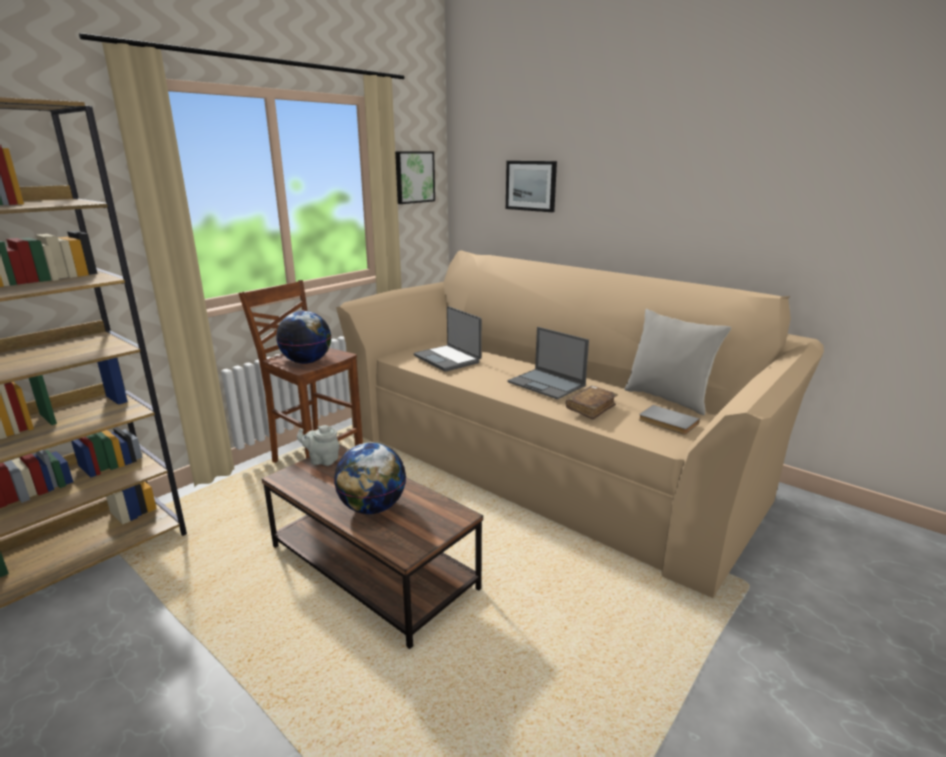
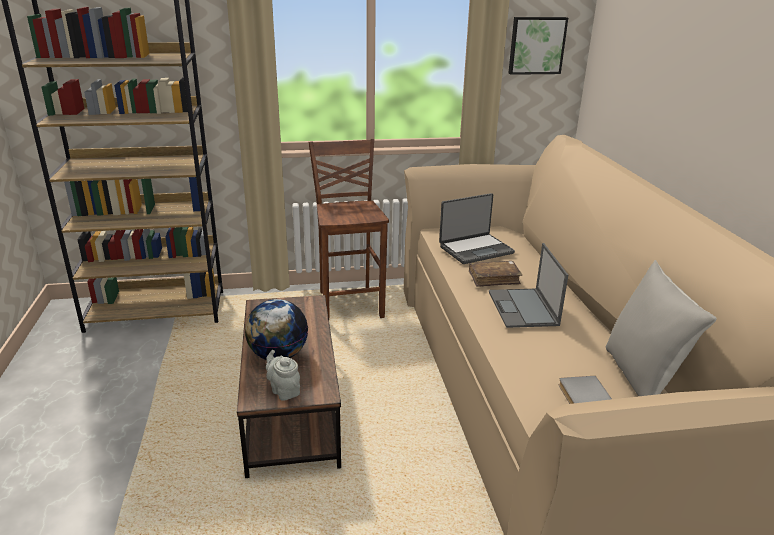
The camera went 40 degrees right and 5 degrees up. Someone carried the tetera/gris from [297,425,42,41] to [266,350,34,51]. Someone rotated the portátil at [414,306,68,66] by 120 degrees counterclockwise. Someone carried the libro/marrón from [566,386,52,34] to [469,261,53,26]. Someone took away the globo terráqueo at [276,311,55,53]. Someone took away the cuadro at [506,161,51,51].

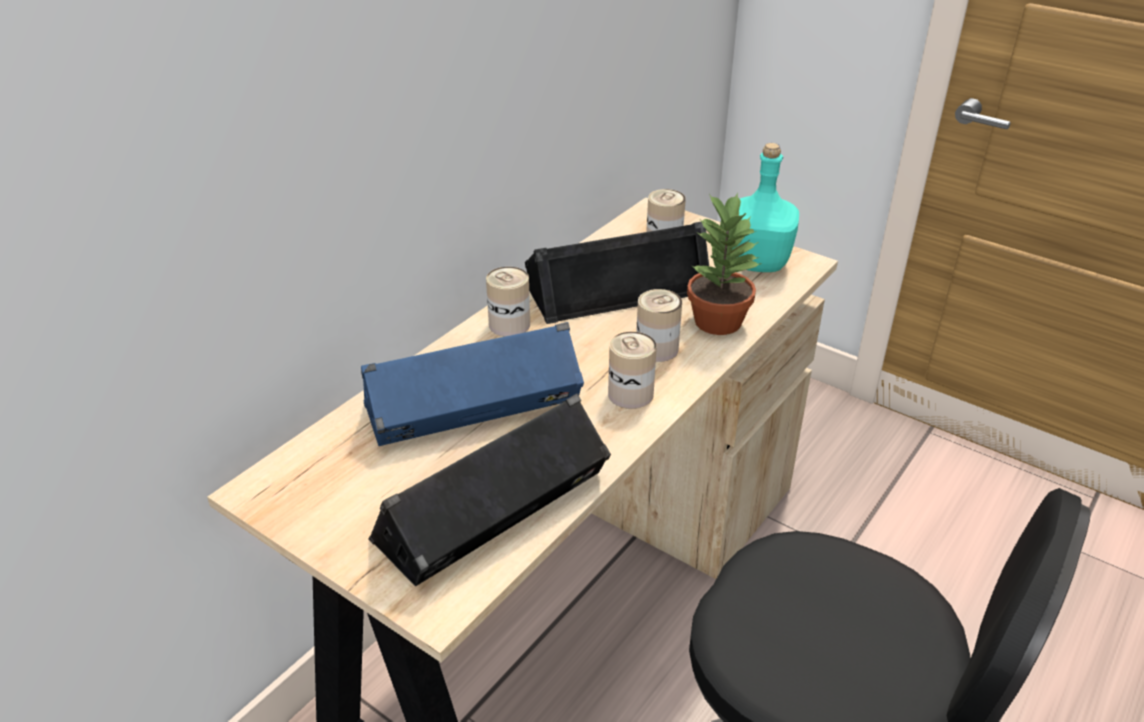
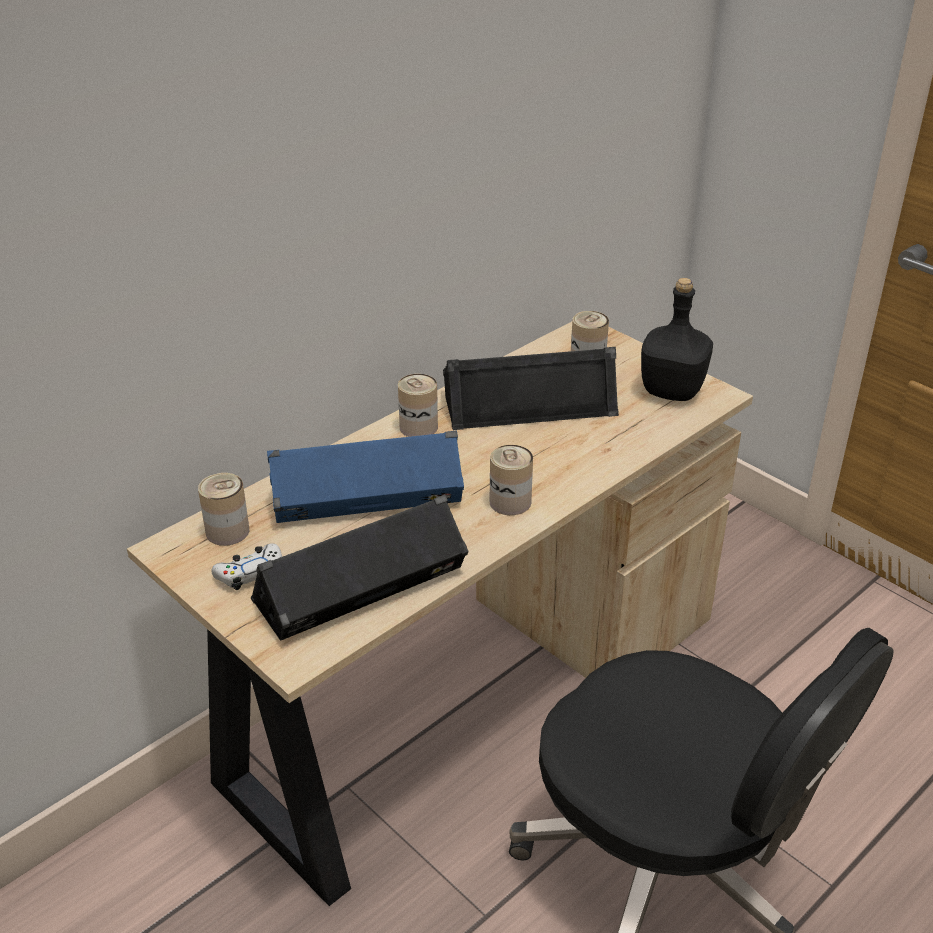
The camera went 10 degrees right and 0 degrees up. Someone carried the lata from [636,289,46,73] to [198,473,51,73]. Someone put down the mando de consola/blanco at [211,544,71,46]. Someone repainted the botella/turquesa at [732,143,67,129], which became the botella/negro at [641,278,72,123]. Someone took away the planta en maceta at [687,193,75,142].

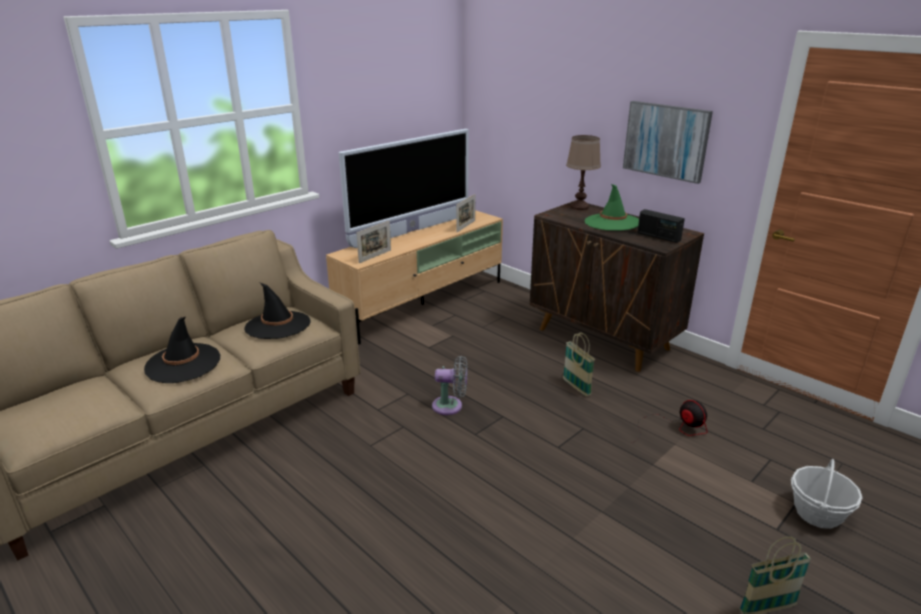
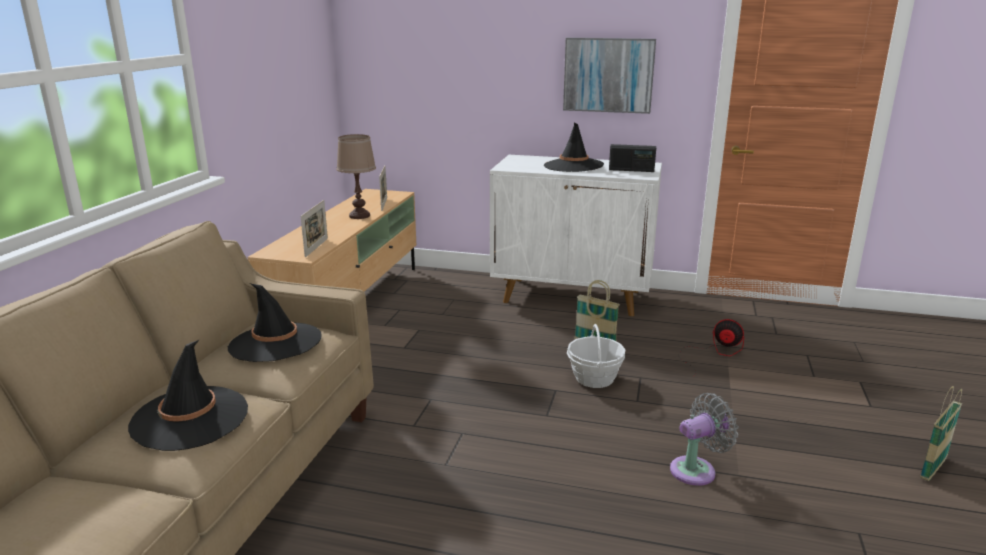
The camera went 30 degrees left and 5 degrees down. Someone carried the lámpara de mesa/marrón from [566,135,35,75] to [337,134,39,85]. Someone repainted the armario/marrón at [530,200,174,172], which became the armario/blanco at [490,155,172,161]. Someone repainted the sombrero/verde at [585,184,54,47], which became the sombrero/negro at [544,123,60,49]. Someone carried the cesta from [791,459,72,70] to [567,324,58,64]. Someone carried the ventilador/gris from [432,356,36,59] to [670,393,68,93]. Someone took away the televisor at [339,129,130,119].

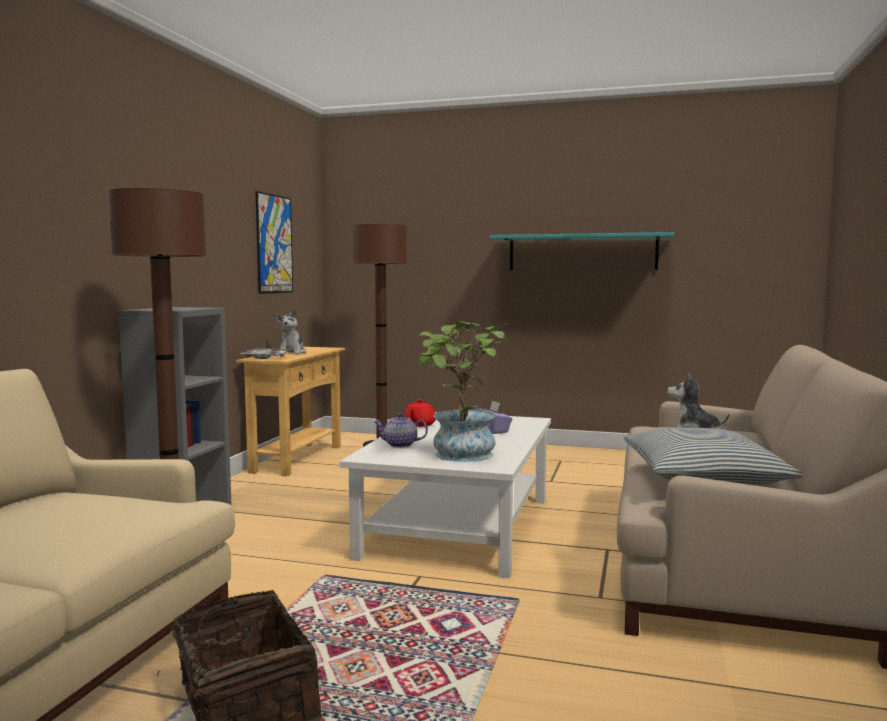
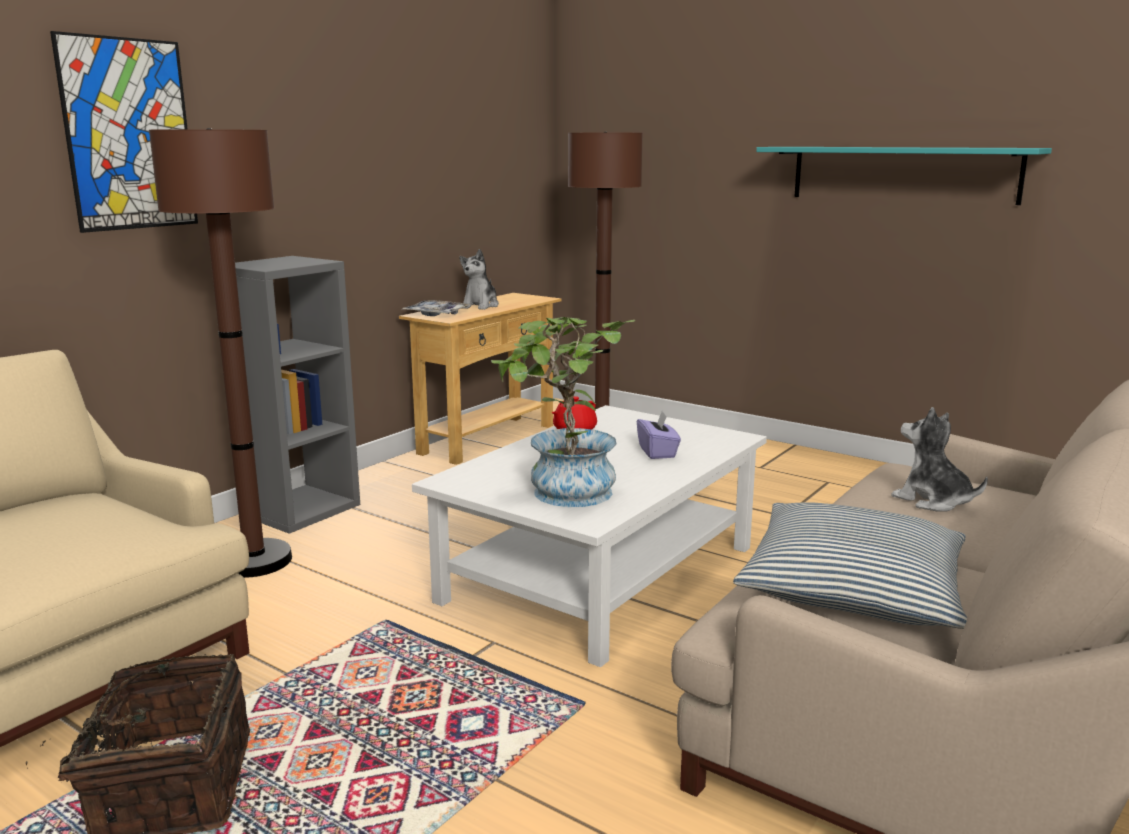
The camera went 20 degrees right and 10 degrees up. Someone carried the cuadro from [255,191,38,103] to [50,31,148,202]. Someone took away the tetera at [374,413,54,35].

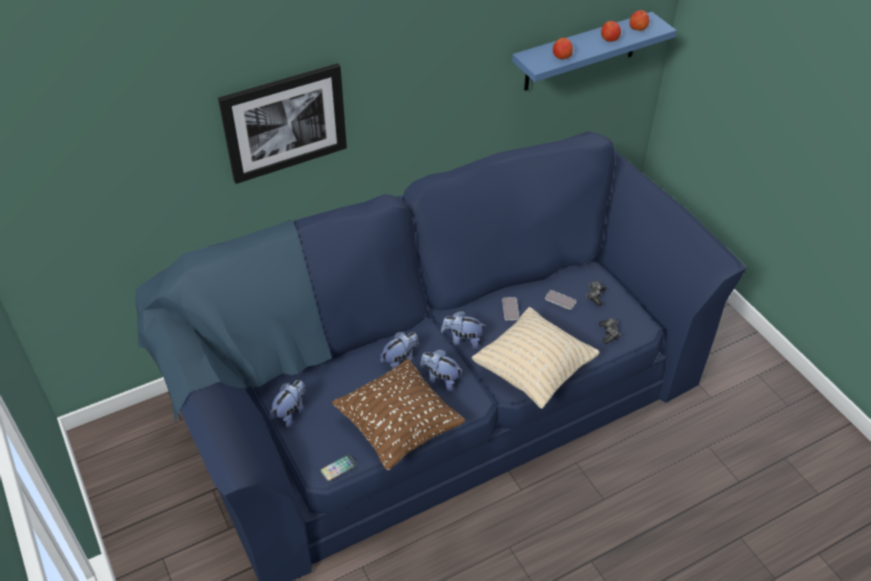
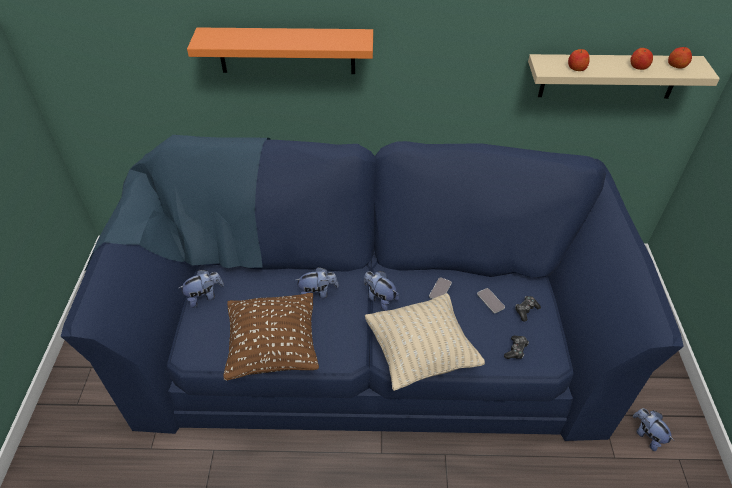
The camera went 30 degrees right and 0 degrees up. Someone swapped the cuadro at [218,63,129,121] for the estante/naranja at [187,27,186,47]. Someone repainted the estante/azul at [512,12,165,79], which became the estante/beis at [528,54,192,45]. Someone carried the peluche from [420,349,42,43] to [633,408,41,43]. Someone took away the móvil at [320,454,37,28].

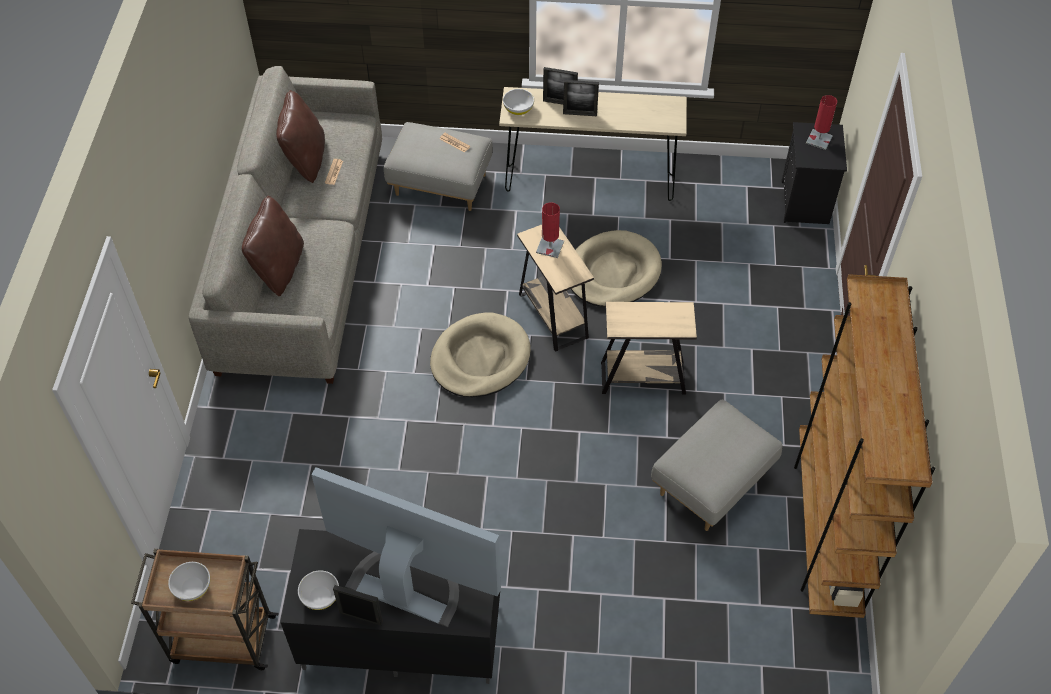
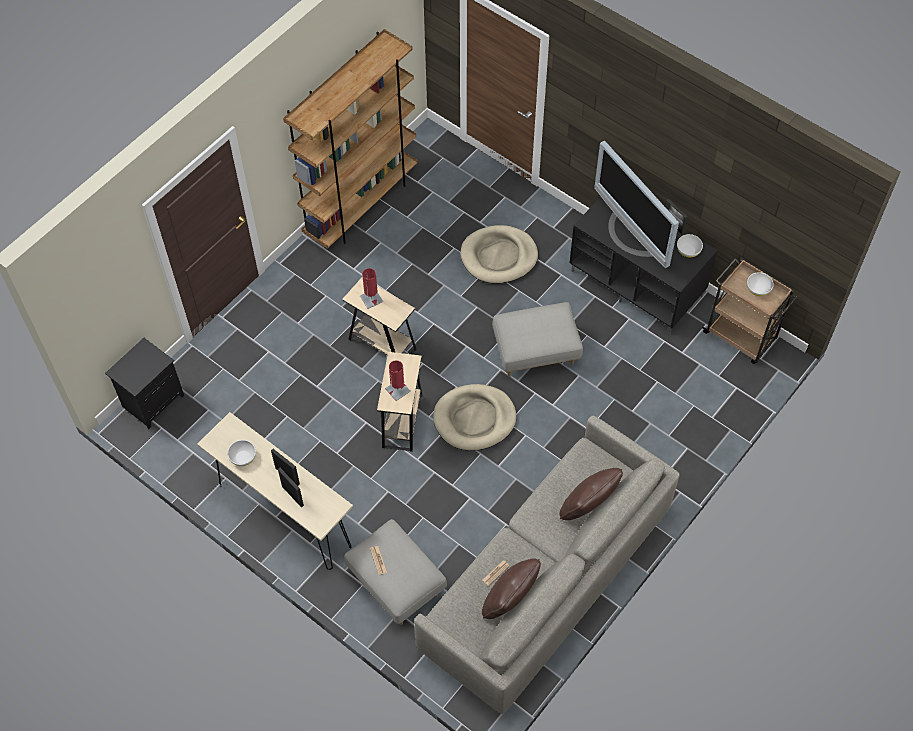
The camera went 145 degrees left and 5 degrees up. Someone carried the cuenco/blanco from [503,89,31,26] to [227,440,29,26]. Someone carried the lámpara de mesa/rojo from [806,95,31,55] to [360,268,23,41]. Someone carried the cama para perro/beis from [571,230,91,77] to [460,225,78,59]. Someone carried the puf/gris from [651,400,132,131] to [492,302,91,75].

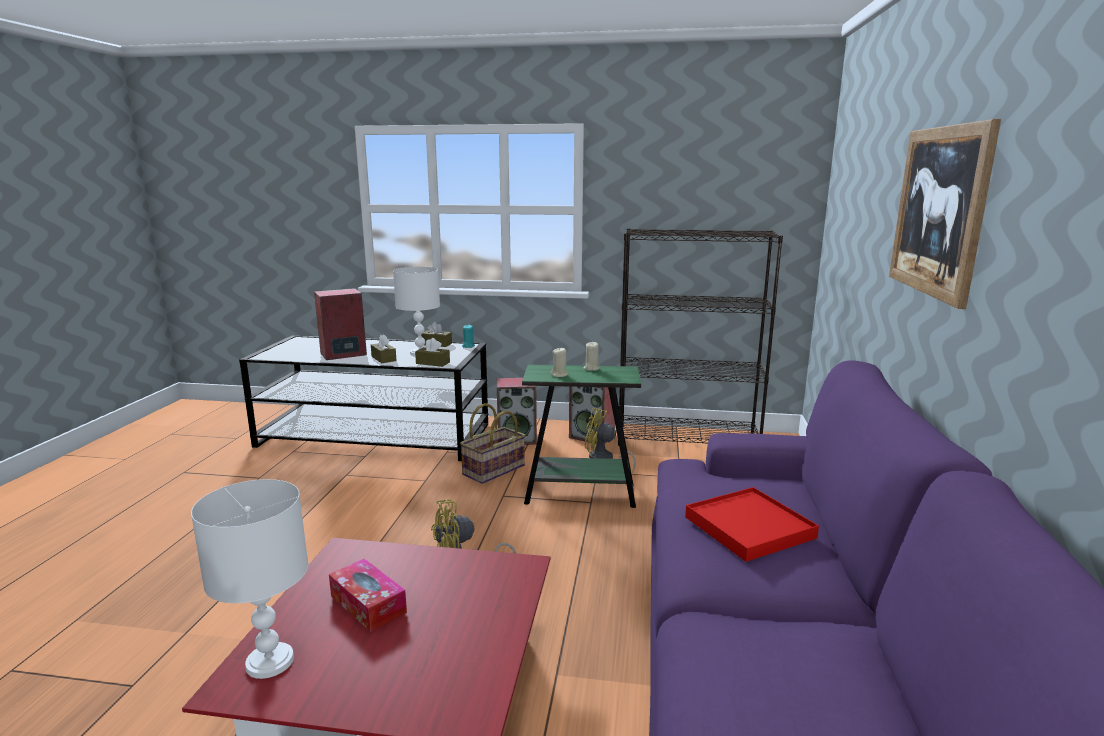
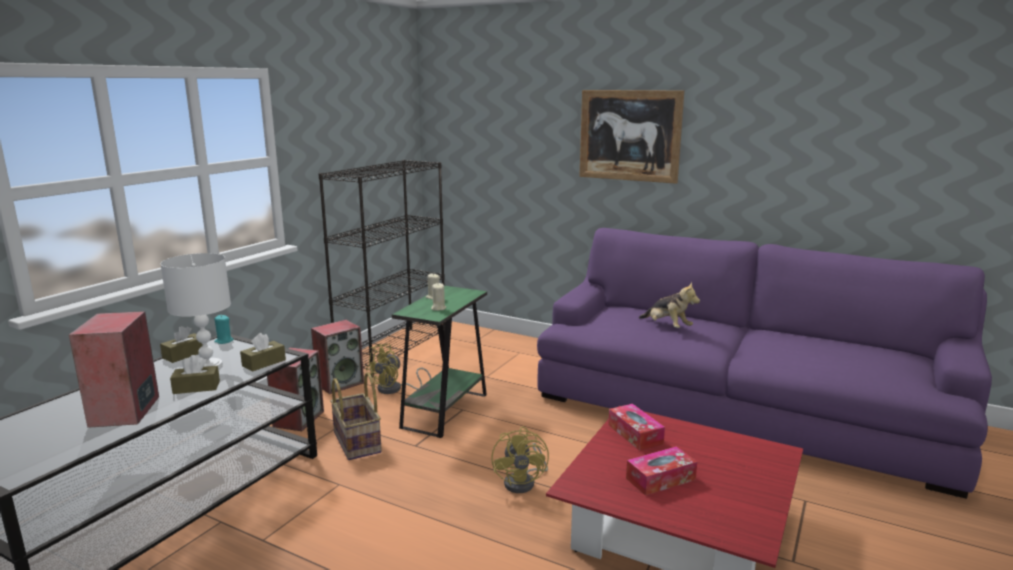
The camera went 70 degrees left and 0 degrees up. Someone put down the caja de pañuelos at [608,404,57,47]. Someone swapped the bandeja/rojo at [685,487,134,75] for the peluche at [639,282,61,46]. Someone took away the lámpara de mesa/blanco at [191,479,117,200].

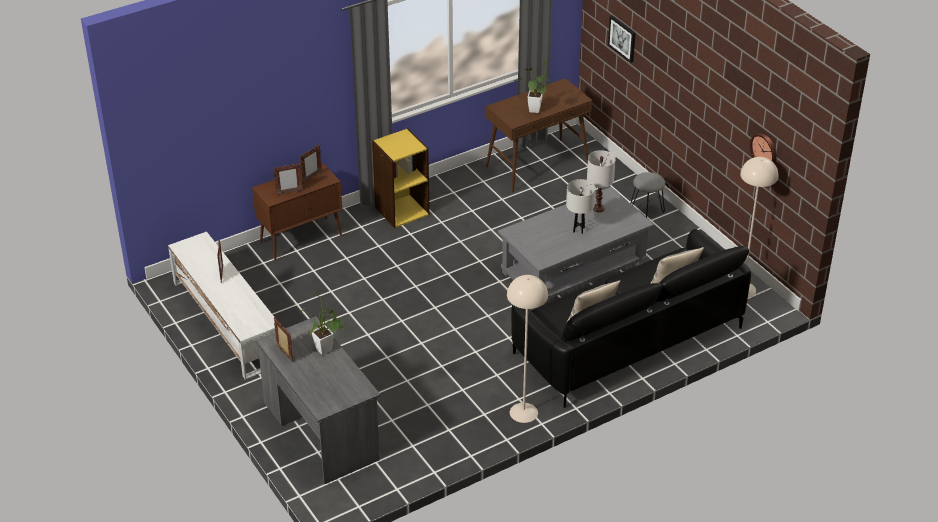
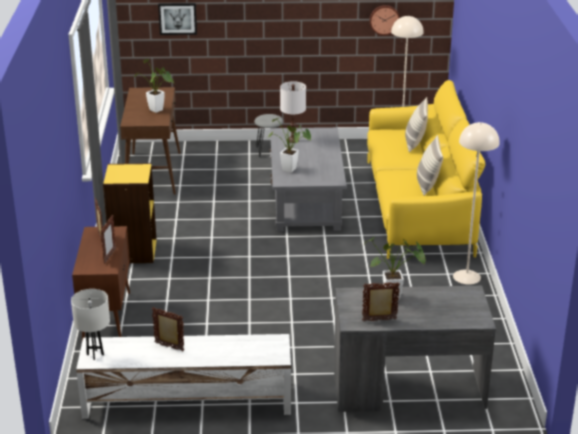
The camera went 60 degrees left and 10 degrees down. Someone carried the lámpara de mesa/blanco from [566,179,30,55] to [71,289,39,71]. Someone put down the planta en maceta at [268,118,43,55]. Someone repainted the sofá/negro at [511,229,240,179], which became the sofá/amarillo at [367,80,118,179].

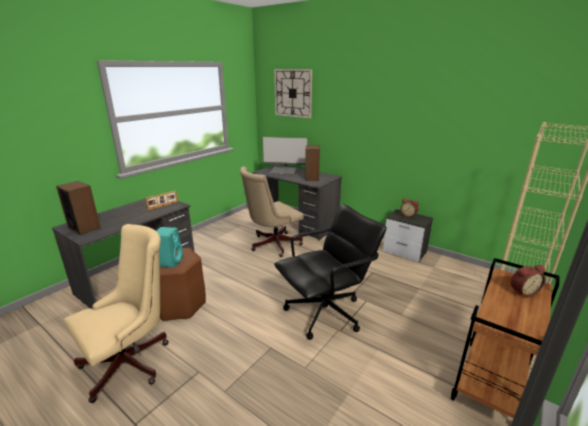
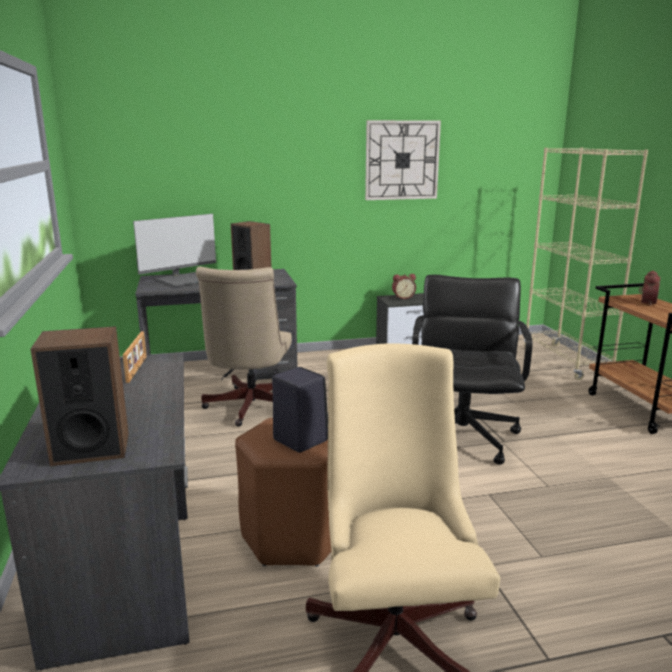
The camera went 50 degrees left and 5 degrees down. Someone repainted the altavoz/turquesa at [157,227,26,40], which became the altavoz/negro at [272,367,56,86]. Someone carried the reloj de pared from [274,69,38,49] to [365,120,76,80].

